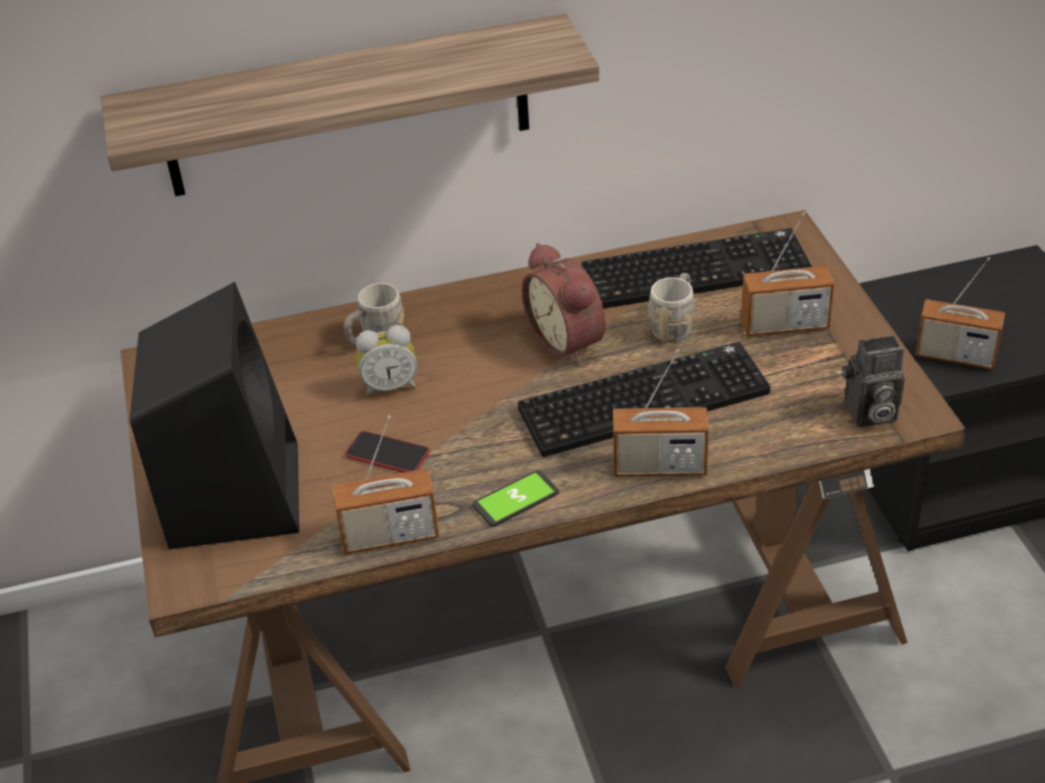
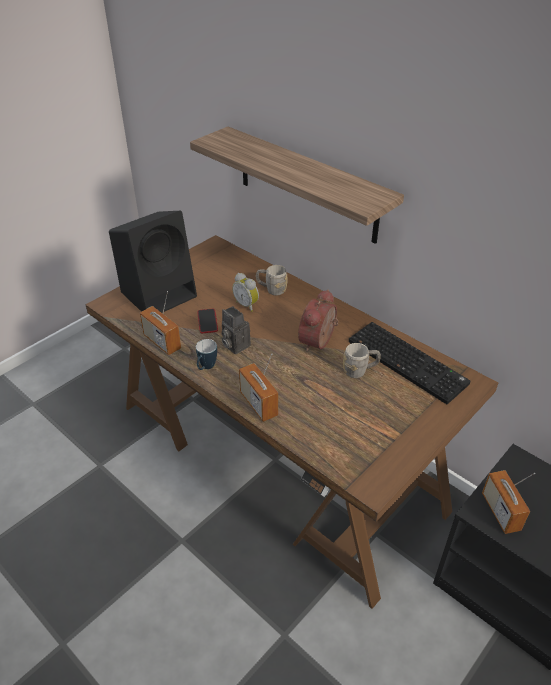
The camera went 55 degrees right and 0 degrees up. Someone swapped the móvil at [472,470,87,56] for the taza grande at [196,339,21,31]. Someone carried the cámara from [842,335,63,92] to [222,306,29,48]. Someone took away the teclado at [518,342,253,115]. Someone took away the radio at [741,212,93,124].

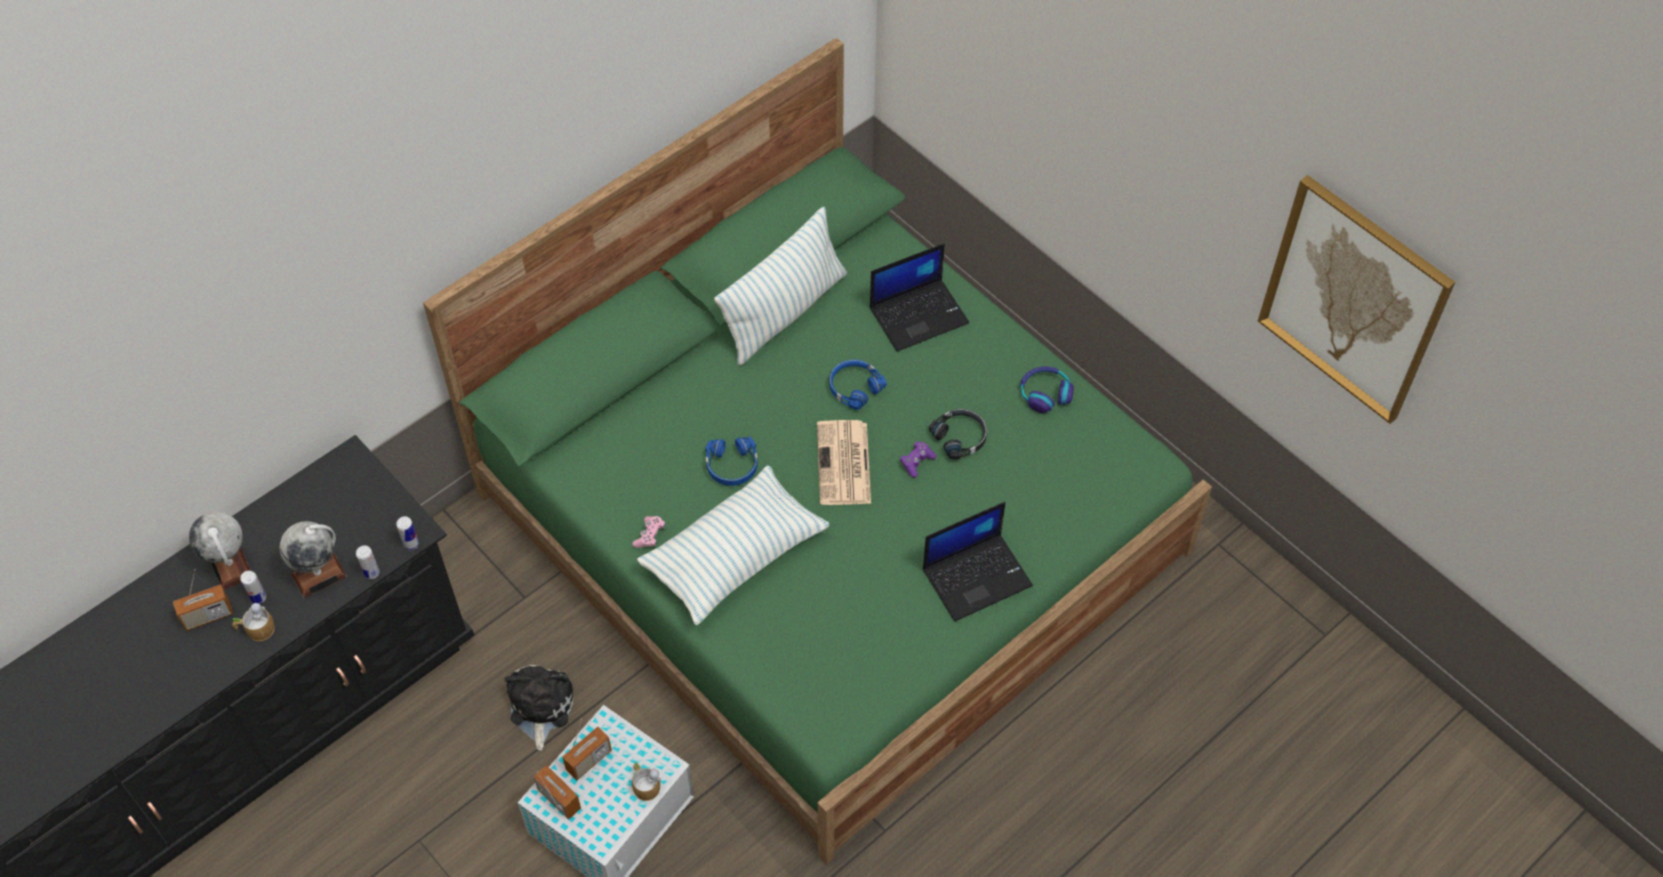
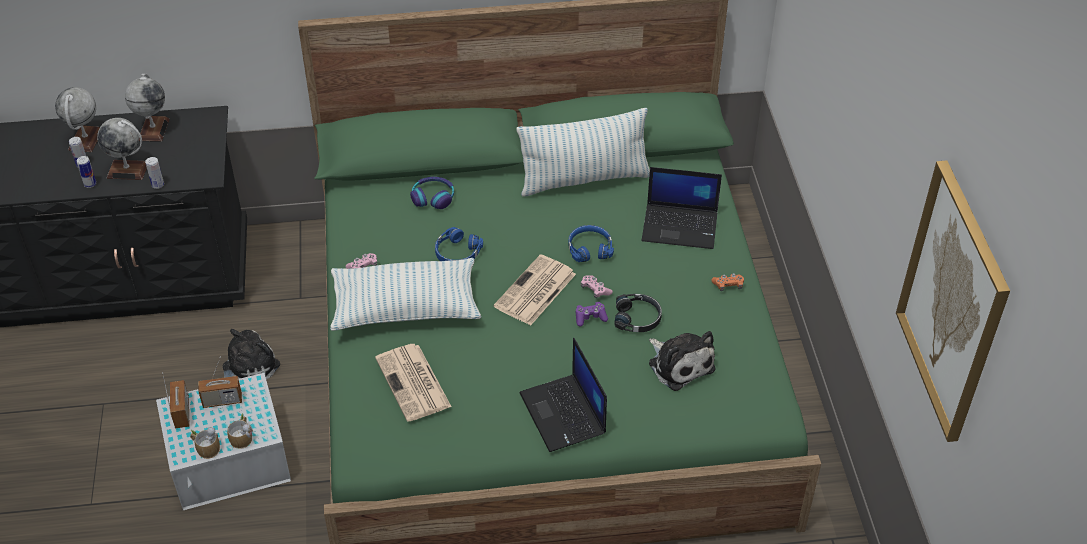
The camera went 35 degrees right and 10 degrees down. Someone carried the lata from [396,516,23,34] to [77,156,19,32]. Someone put down the globo terráqueo at [125,74,45,68]. Someone carried the taza grande from [232,603,43,38] to [190,427,30,32]. Someone put down the periódico at [375,344,77,78]. Someone carried the auriculares from [1020,366,54,47] to [410,177,44,32]. Someone rotated the portátil at [923,502,110,120] by 60 degrees clockwise. Someone put down the mando de consola/rosa at [581,275,32,23]. Someone put down the peluche at [649,331,66,60]. Someone put down the mando de consola/naranja at [711,273,33,18]. Someone took away the radio at [173,569,61,62].

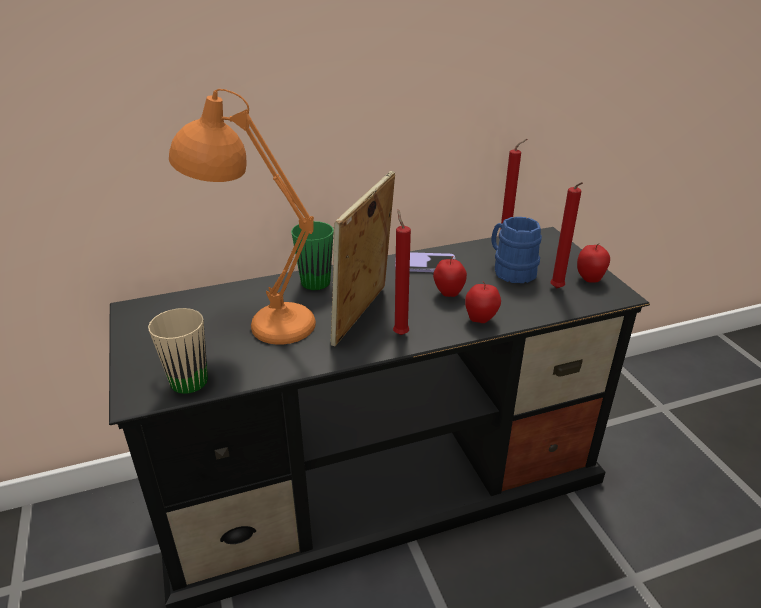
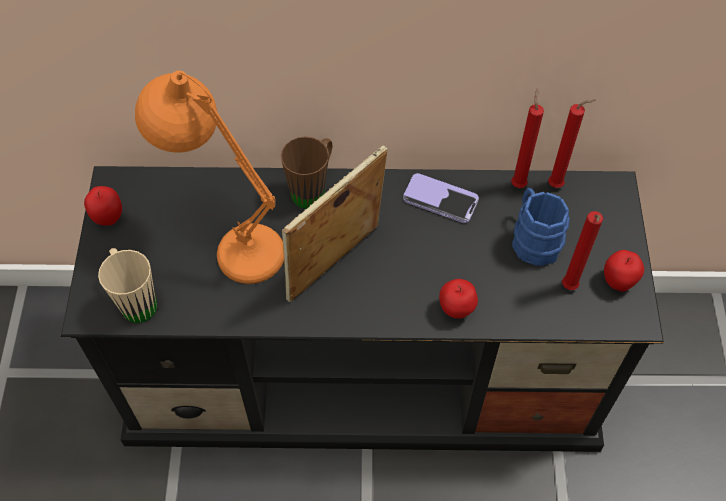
The camera went 20 degrees right and 25 degrees up. Someone carried the manzana from [433,256,34,41] to [84,186,38,40]. Someone repainted the taza grande/verde at [291,221,43,69], which became the taza grande/marrón at [281,136,51,73]. Someone carried the vela/rojo from [393,210,18,125] to [511,88,33,100].

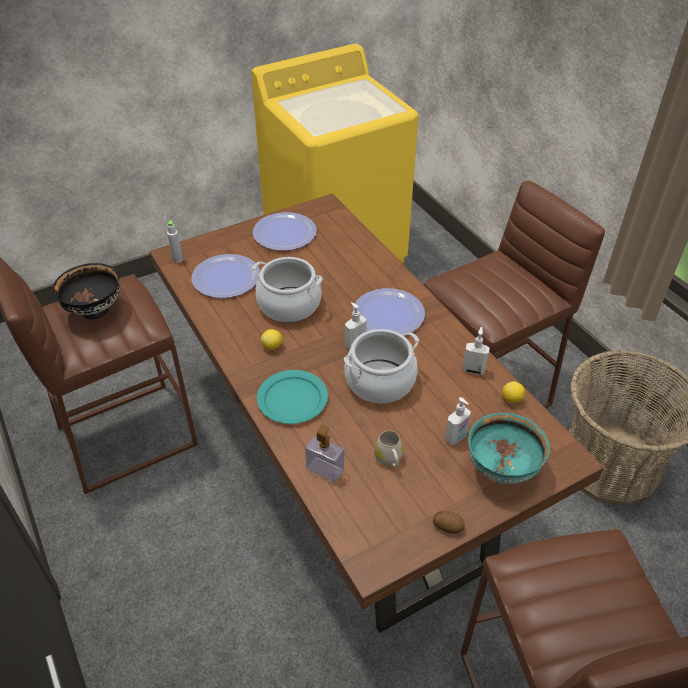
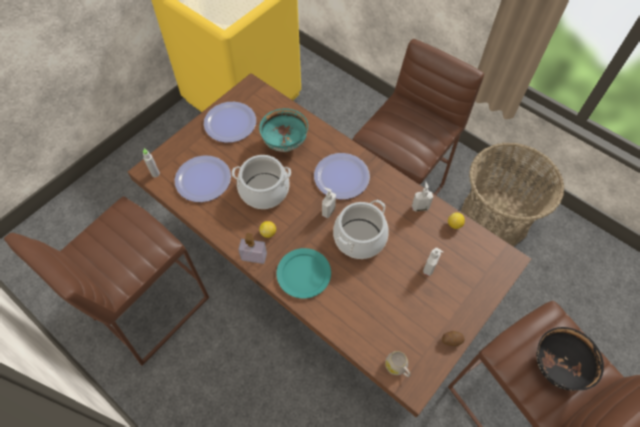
The camera went 20 degrees left and 15 degrees up. Someone carried the dispensador de jabón from [305,424,39,58] to [238,233,29,31]. Someone carried the cuenco/turquesa from [468,413,82,71] to [259,108,49,44]. Someone carried the taza grande/blanco from [374,430,29,38] to [385,351,26,26]. Someone carried the cuenco/negro from [52,263,68,56] to [536,327,68,64].

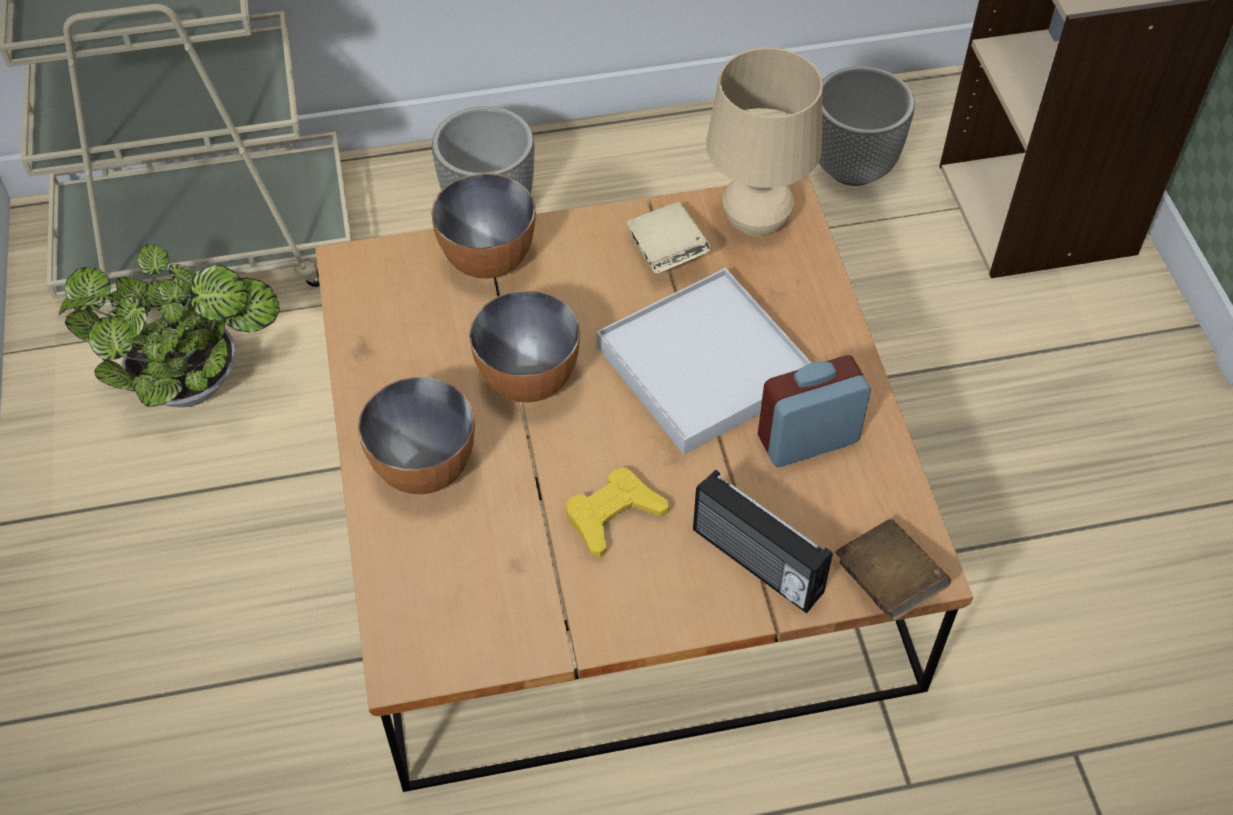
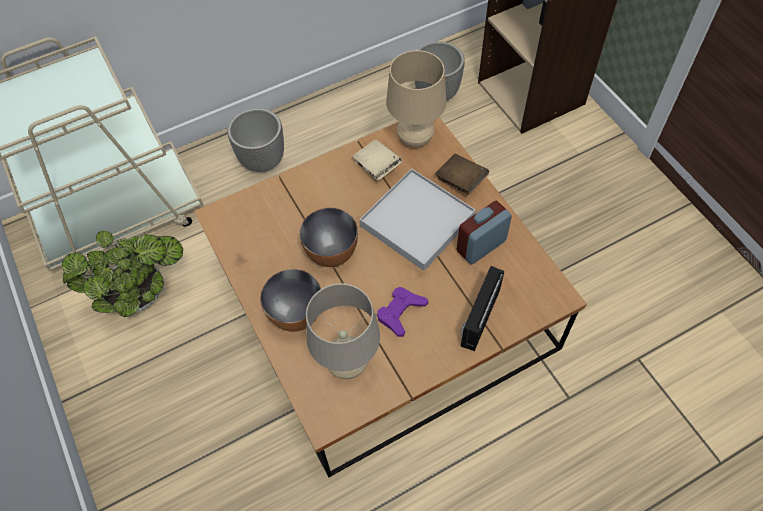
The camera went 15 degrees left and 5 degrees up. Someone put down the lámpara de mesa/beis at [306,283,74,96]. Someone repainted the mando de consola/amarillo at [566,468,103,90], which became the mando de consola/morado at [377,287,51,50]. Someone carried the libro/marrón from [835,519,116,102] to [435,154,54,41]. Someone rotated the radio at [693,469,140,144] by 90 degrees clockwise. Someone took away the cuenco at [431,174,105,105].

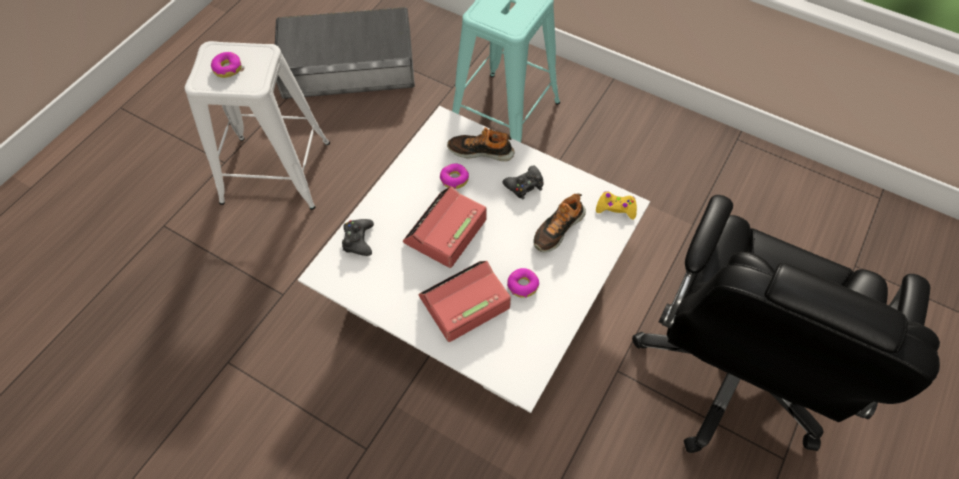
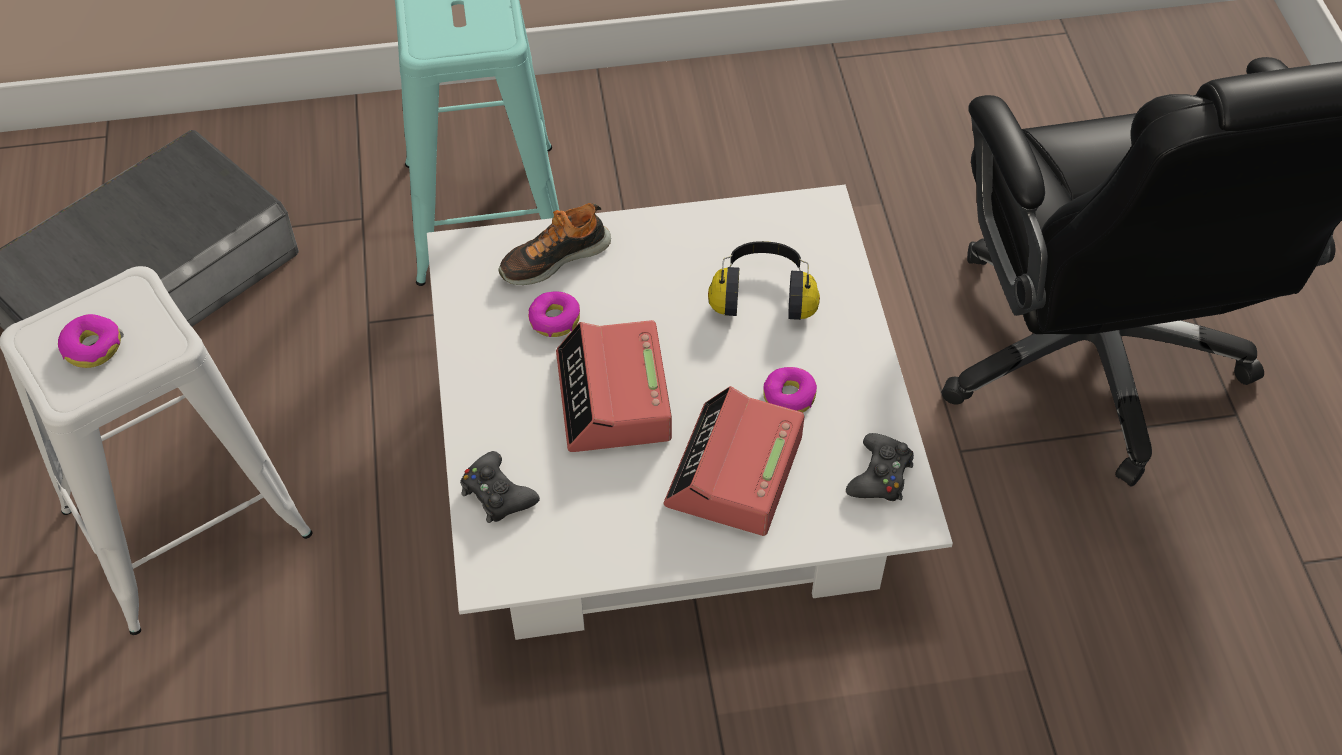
The camera went 40 degrees left and 5 degrees down. Someone swapped the zapato at [534,193,52,59] for the auriculares at [708,241,112,79]. Someone carried the mando de consola/negro from [502,165,41,35] to [846,433,68,68]. Someone took away the mando de consola/amarillo at [596,191,41,28].

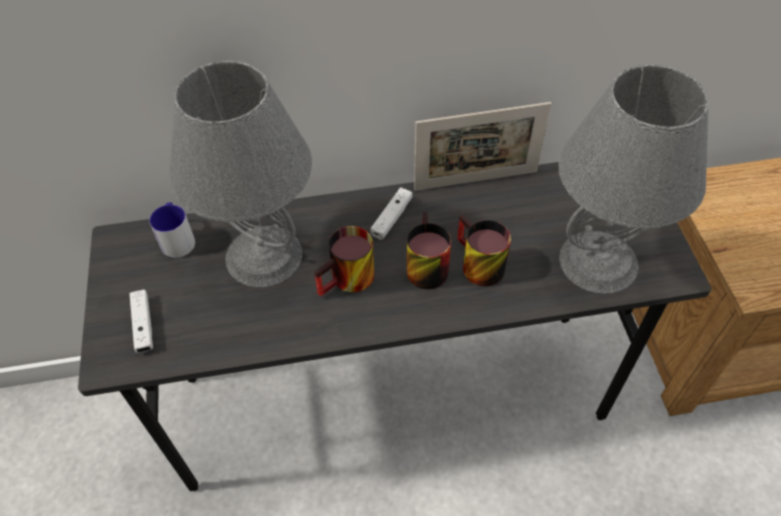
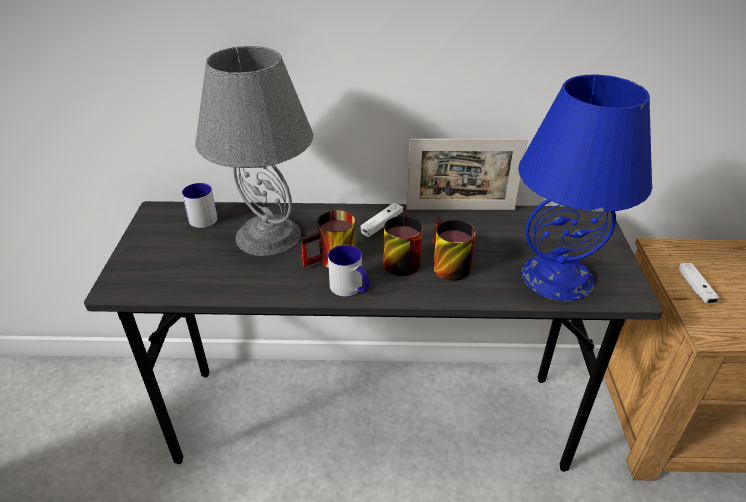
The camera went 10 degrees right and 15 degrees down. Someone put down the taza grande at [328,245,41,52]. Someone repainted the lámpara de mesa/gris at [558,64,151,230], which became the lámpara de mesa/azul at [518,75,134,226]. Someone carried the mando de consola/blanco from [129,290,24,63] to [678,263,41,41].

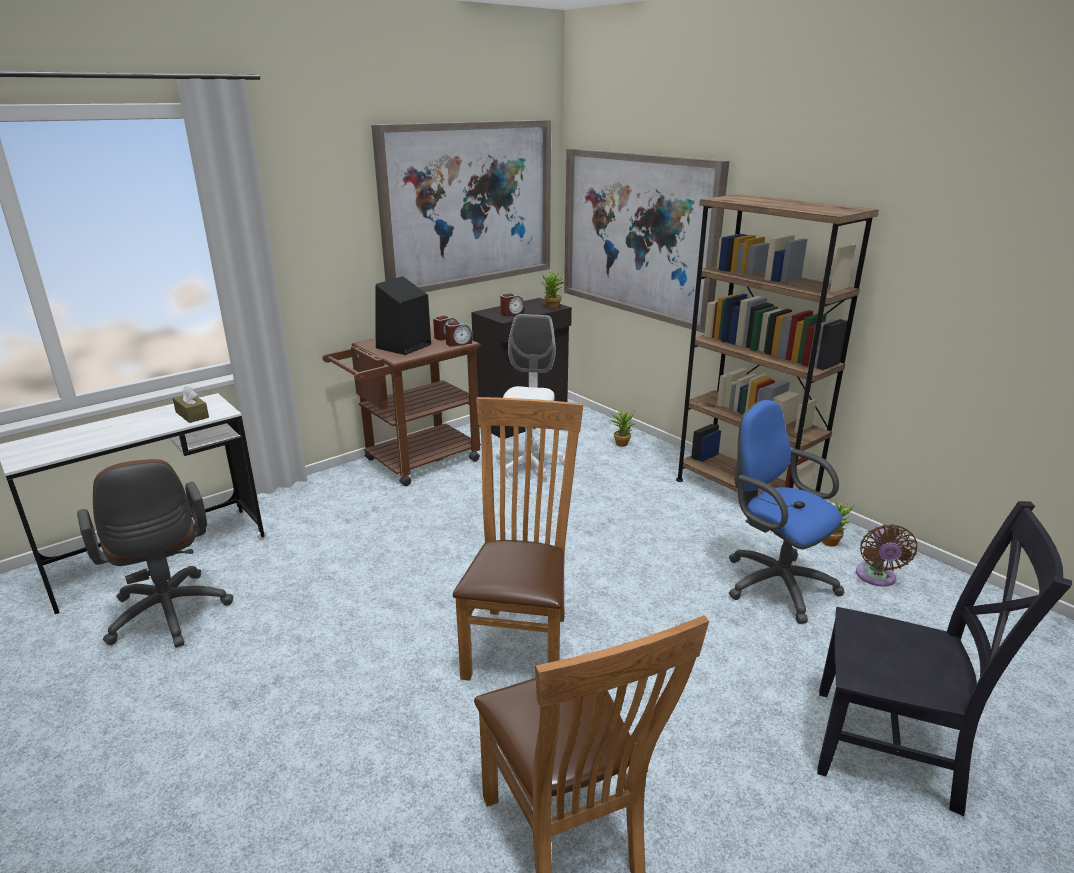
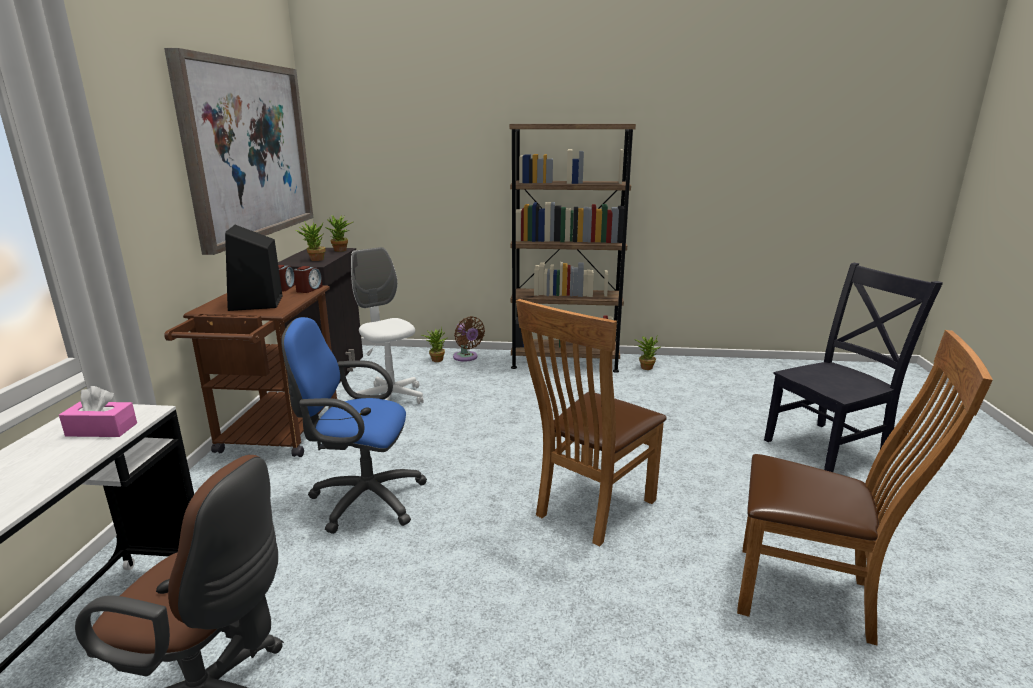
The camera went 45 degrees left and 5 degrees down. Someone repainted the caja de pañuelos/marrón at [173,385,36,38], which became the caja de pañuelos/rosa at [59,386,78,51]. Someone carried the silla de oficina/azul from [729,400,115,224] to [281,317,146,217]. Someone swapped the despertador at [500,293,24,23] for the planta en maceta at [295,221,30,40]. Someone carried the ventilador/marrón from [856,524,61,63] to [453,316,32,46]. Someone rotated the silla/marrón at [453,397,130,284] by 105 degrees counterclockwise. Someone took away the cuadro at [564,149,165,184].

